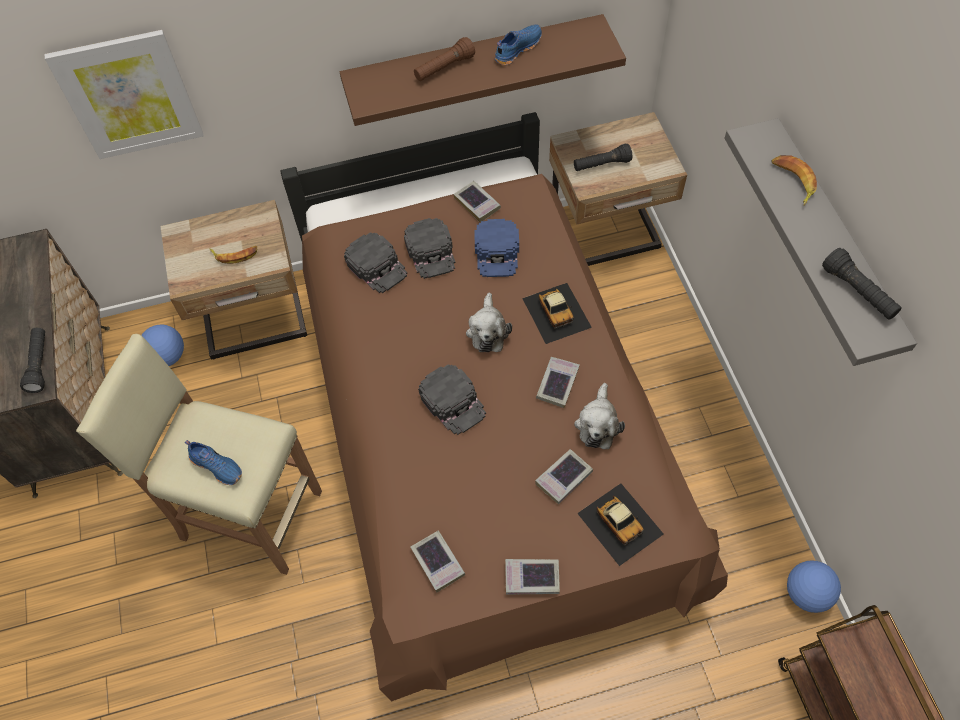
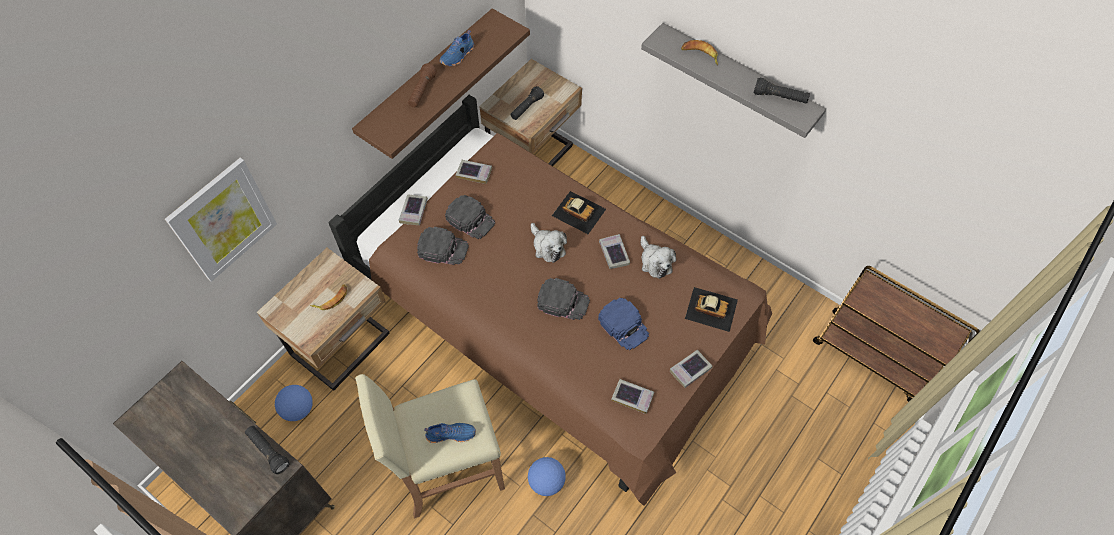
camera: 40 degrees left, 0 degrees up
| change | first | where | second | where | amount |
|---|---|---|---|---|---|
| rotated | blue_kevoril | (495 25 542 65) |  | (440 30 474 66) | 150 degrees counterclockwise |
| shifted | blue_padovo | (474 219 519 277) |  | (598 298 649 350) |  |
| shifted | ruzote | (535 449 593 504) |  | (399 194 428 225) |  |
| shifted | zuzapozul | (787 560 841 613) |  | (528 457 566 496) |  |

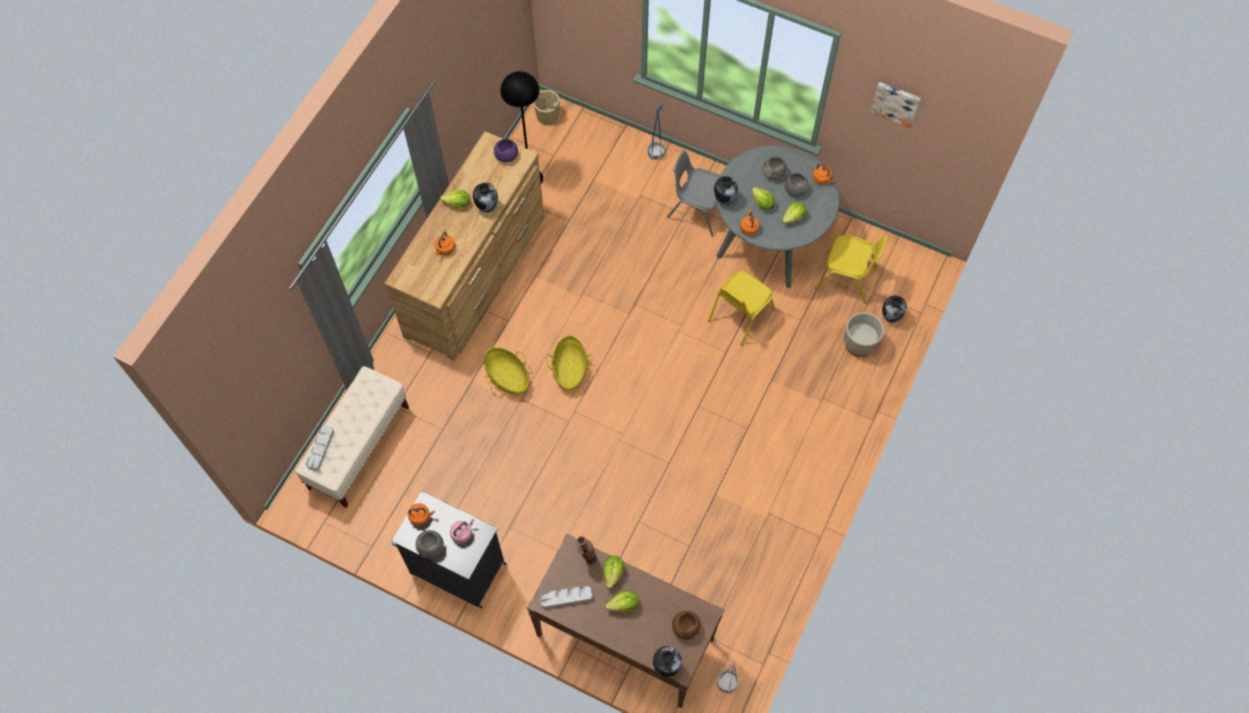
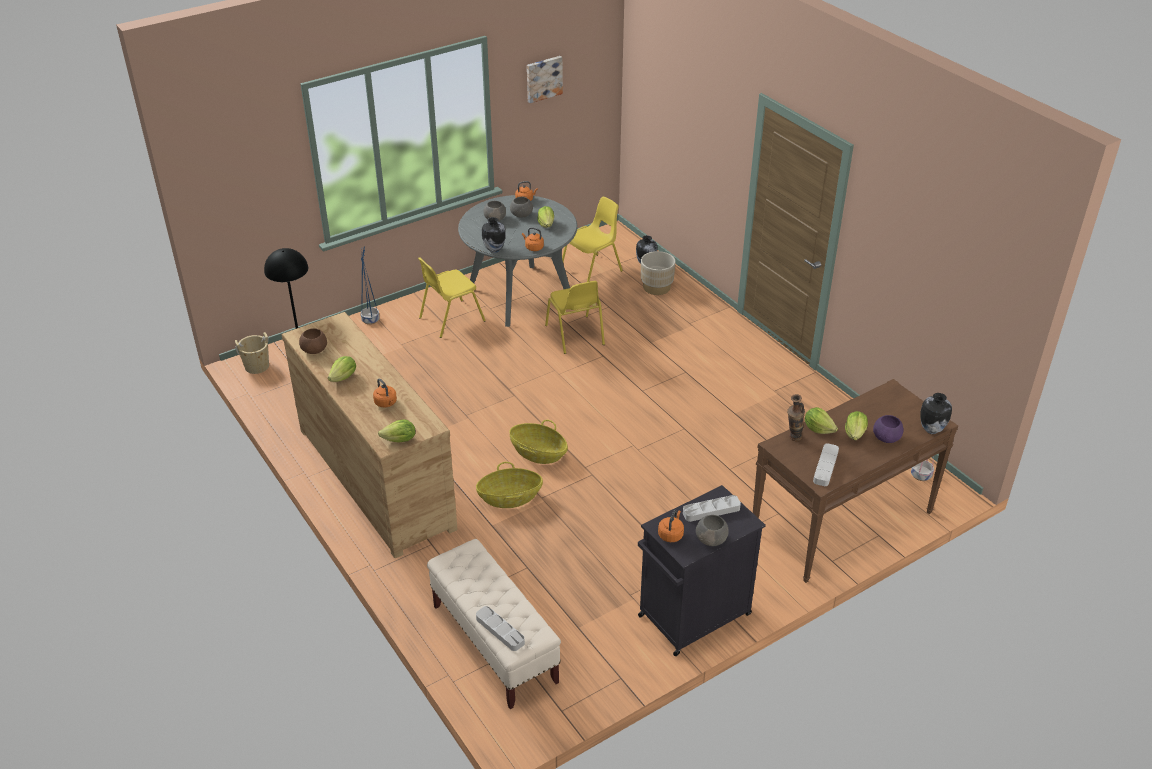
camera: 60 degrees left, 25 degrees down
| change | first | where | second | where | amount |
|---|---|---|---|---|---|
| shifted | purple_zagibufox | (494 139 518 162) |  | (873 415 904 443) |  |
| repainted | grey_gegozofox | (667 150 720 237) | yellow_gegozofox | (418 257 486 338) |  |
| gone | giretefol | (473 183 498 212) |  |  |  |
| shifted | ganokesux | (752 187 775 210) |  | (378 419 416 443) |  |
| swapped | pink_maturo | (450 519 474 544) | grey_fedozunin | (683 495 741 522) |  |
| shifted | brown_zagibufox | (672 611 701 640) |  | (299 328 327 354) |  |

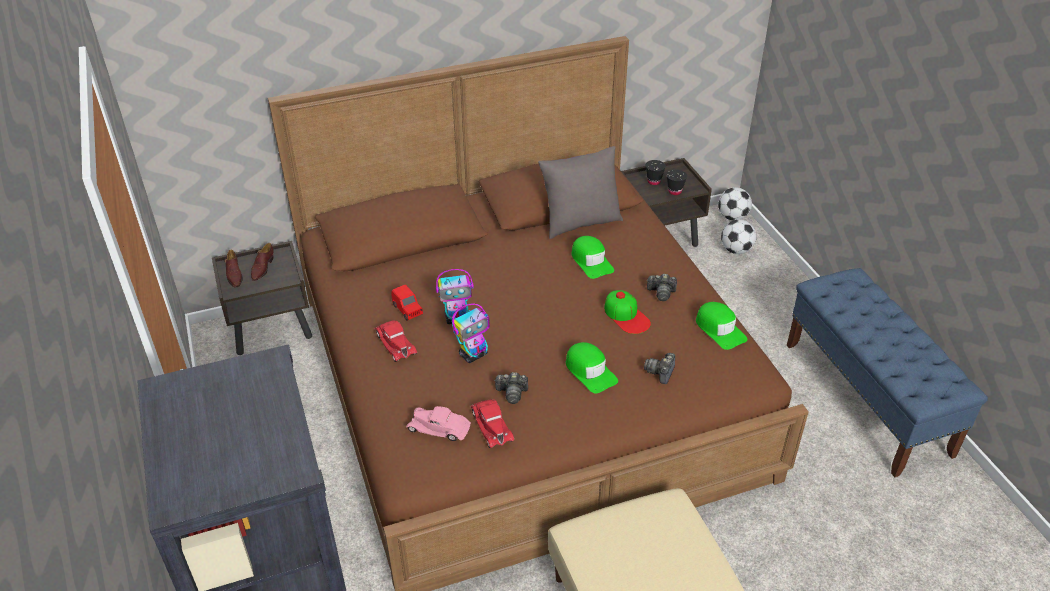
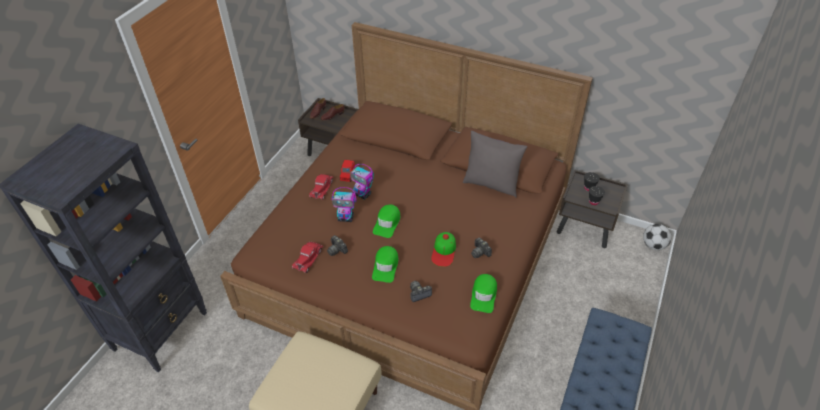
camera: 45 degrees right, 5 degrees up
| change | first | where | second | where | amount |
|---|---|---|---|---|---|
| gone | zuzapozul | (721 219 757 254) |  |  |  |
| shifted | green_padovo | (571 236 614 279) |  | (373 205 400 238) |  |
| gone | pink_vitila | (406 406 471 441) |  |  |  |

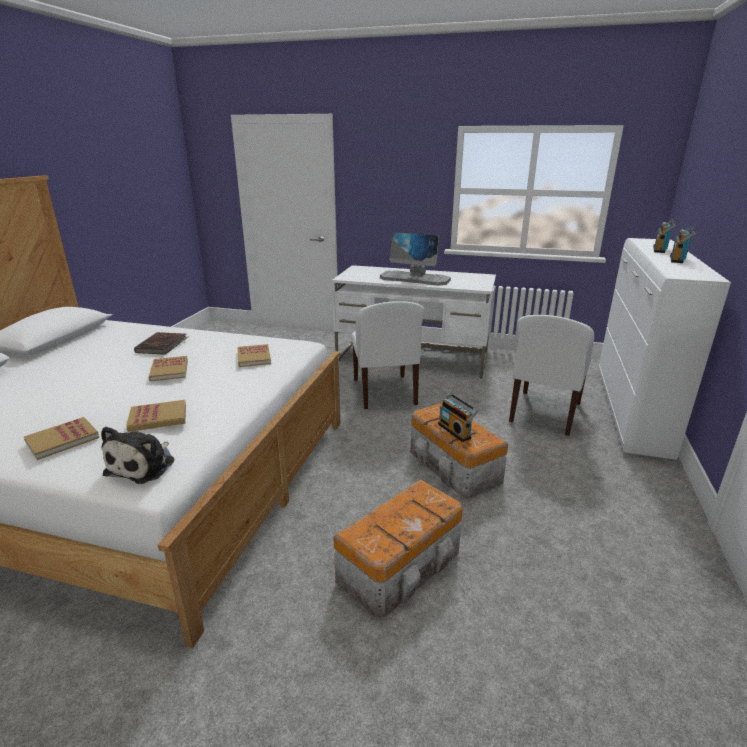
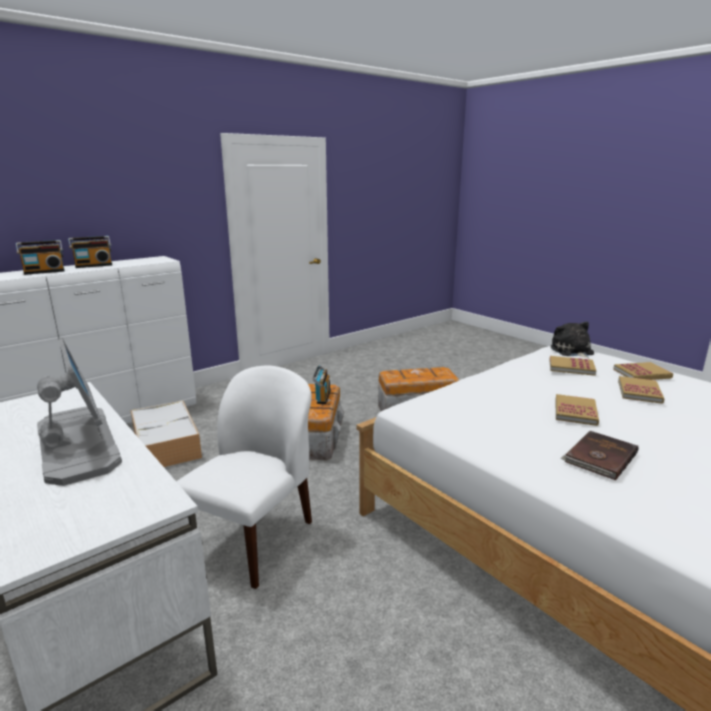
camera: 145 degrees left, 5 degrees down
| change | first | where | second | where | amount |
|---|---|---|---|---|---|
| swapped | white_gegozofox | (509 315 594 436) | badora | (131 400 202 467) |  |
| shifted | ruzote | (238 344 271 367) |  | (618 376 664 404) |  |
| rotated | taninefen | (101 426 174 484) |  | (551 321 594 359) | 60 degrees counterclockwise |

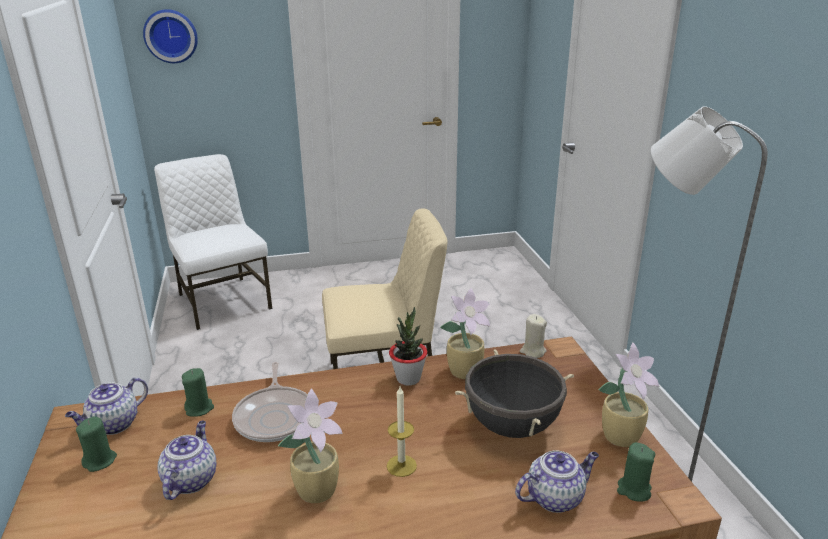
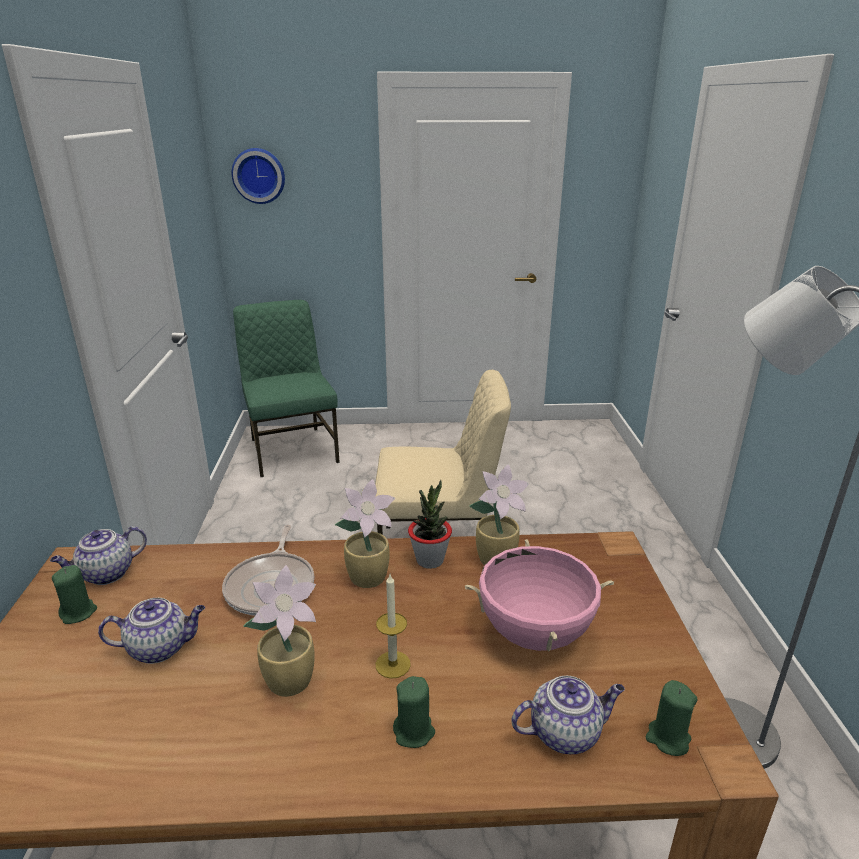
camera: 10 degrees right, 0 degrees up
| change | first | where | second | where | amount |
|---|---|---|---|---|---|
| repainted | white_gegozofox | (154 154 272 330) | green_gegozofox | (233 300 340 477) |  |
| gone | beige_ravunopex | (520 314 547 358) |  |  |  |
| shifted | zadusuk | (598 342 660 447) |  | (335 479 395 588) |  |
| repainted | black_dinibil | (455 349 574 438) | pink_dinibil | (465 539 614 652) |  |
| shifted | green_ravunopex | (182 368 214 417) |  | (393 676 435 748) |  |
| rotated | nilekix | (158 421 216 500) |  | (98 598 205 664) | 60 degrees clockwise |

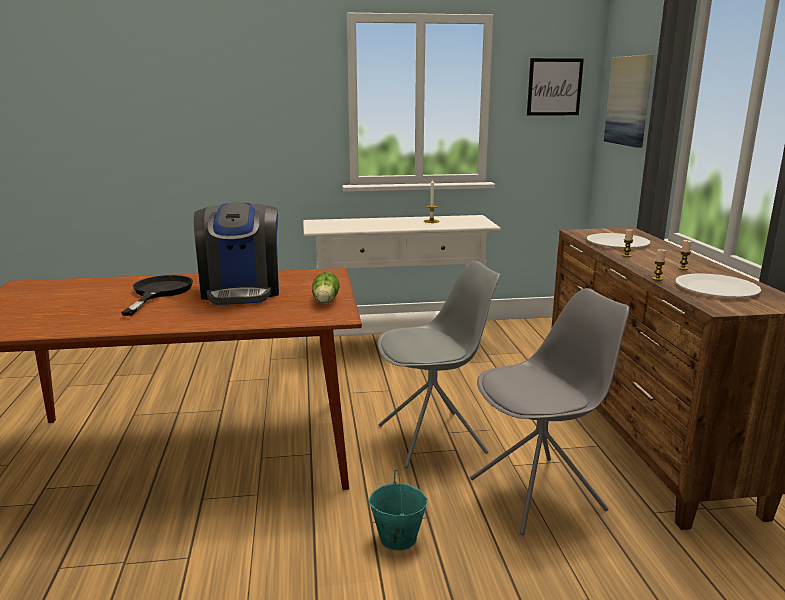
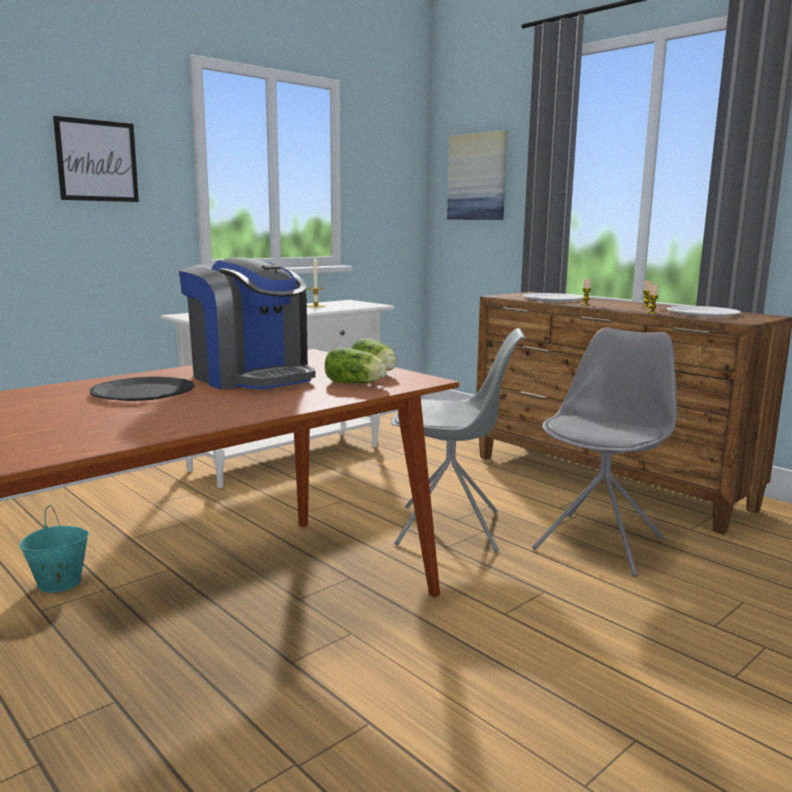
camera: 35 degrees left, 5 degrees down
| change | first | where | second | where | amount |
|---|---|---|---|---|---|
| shifted | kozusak | (527 58 584 116) |  | (53 116 139 202) |  |
| rotated | grey_gegozofox | (377 261 500 468) |  | (391 328 525 552) | 60 degrees clockwise |
| swapped | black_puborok | (121 275 193 316) | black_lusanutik | (90 377 195 401) |  |
| shifted | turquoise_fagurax | (368 470 428 550) |  | (19 505 89 593) |  |
| new |  |  | ganokesux | (325 347 387 383) |  |

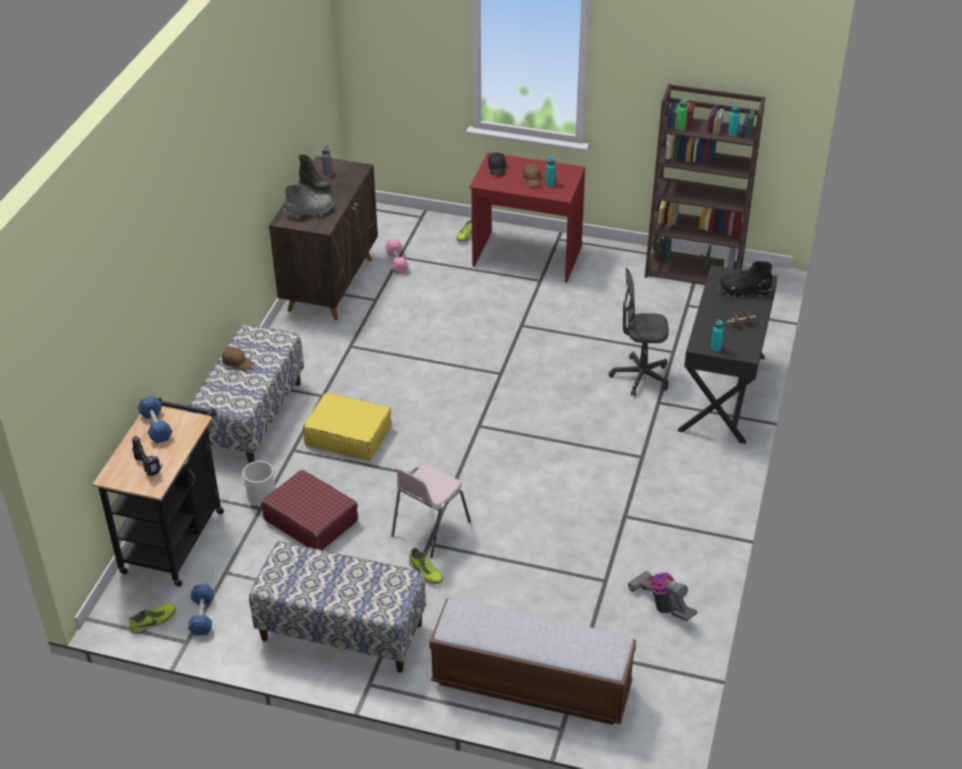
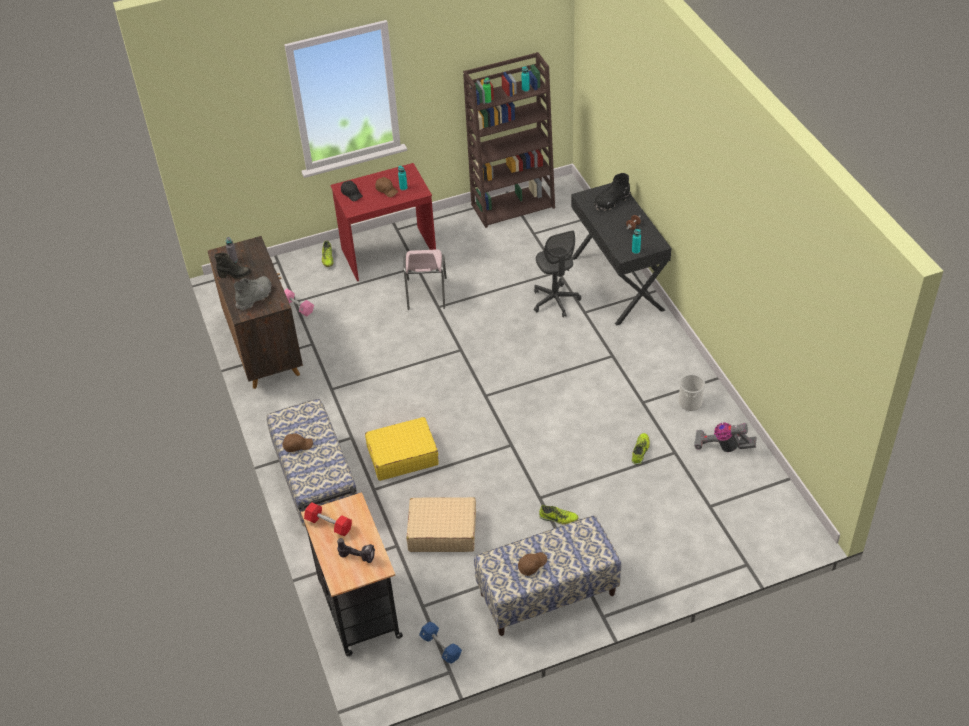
camera: 35 degrees left, 5 degrees up
| change | first | where | second | where | amount |
|---|---|---|---|---|---|
| rotated | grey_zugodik | (609 268 669 396) |  | (534 230 581 318) | 75 degrees counterclockwise |
| repainted | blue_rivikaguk | (138 396 172 443) | red_rivikaguk | (304 502 352 536) |  |
| shifted | fagurax | (242 461 275 507) |  | (679 374 705 411) |  |
| shifted | pink_gegozofox | (391 464 471 558) |  | (403 249 447 310) |  |
| repainted | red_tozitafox | (261 470 358 550) | beige_tozitafox | (406 497 476 552) |  |
| gone | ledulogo | (429 598 636 725) |  |  |  |
| shifted | kevoril | (129 604 176 634) |  | (632 433 650 465) |  |
| new |  |  | brown_padovo | (518 552 547 576) |  |

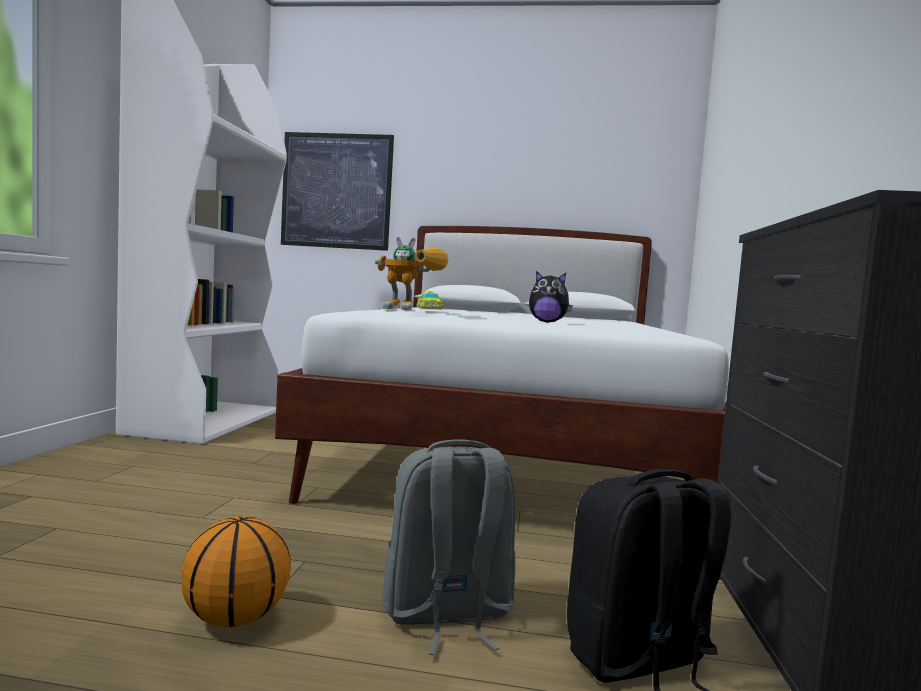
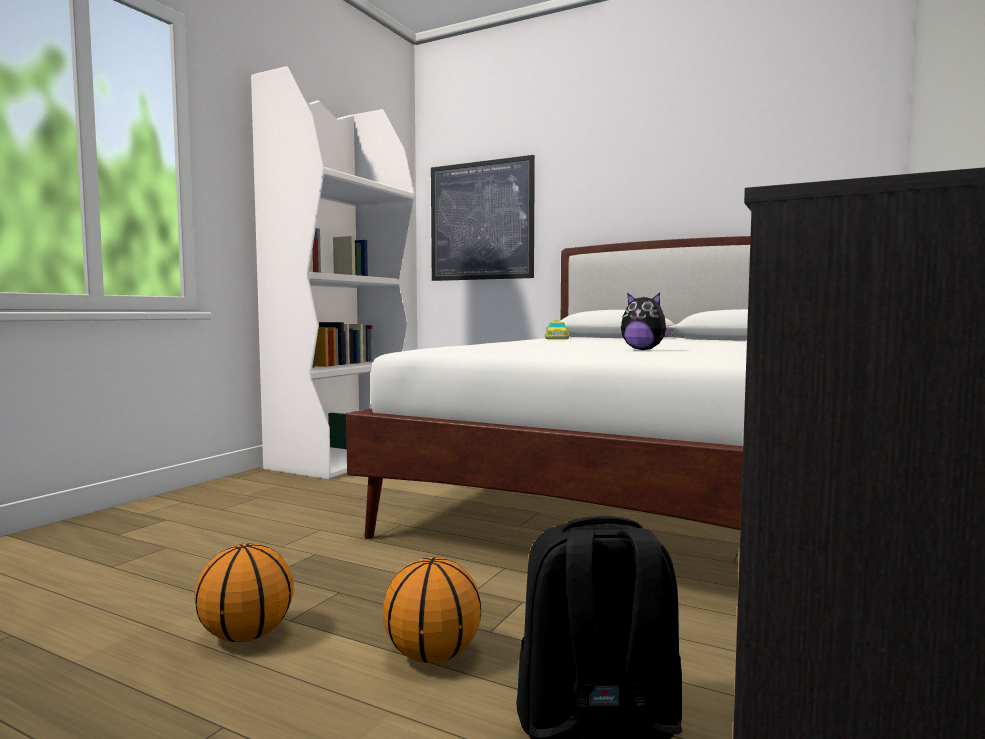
camera: 20 degrees right, 0 degrees up
| change | first | where | second | where | amount |
|---|---|---|---|---|---|
| gone | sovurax | (375 236 448 310) |  |  |  |
| swapped | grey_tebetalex | (382 439 516 655) | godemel | (383 557 481 663) |  |

